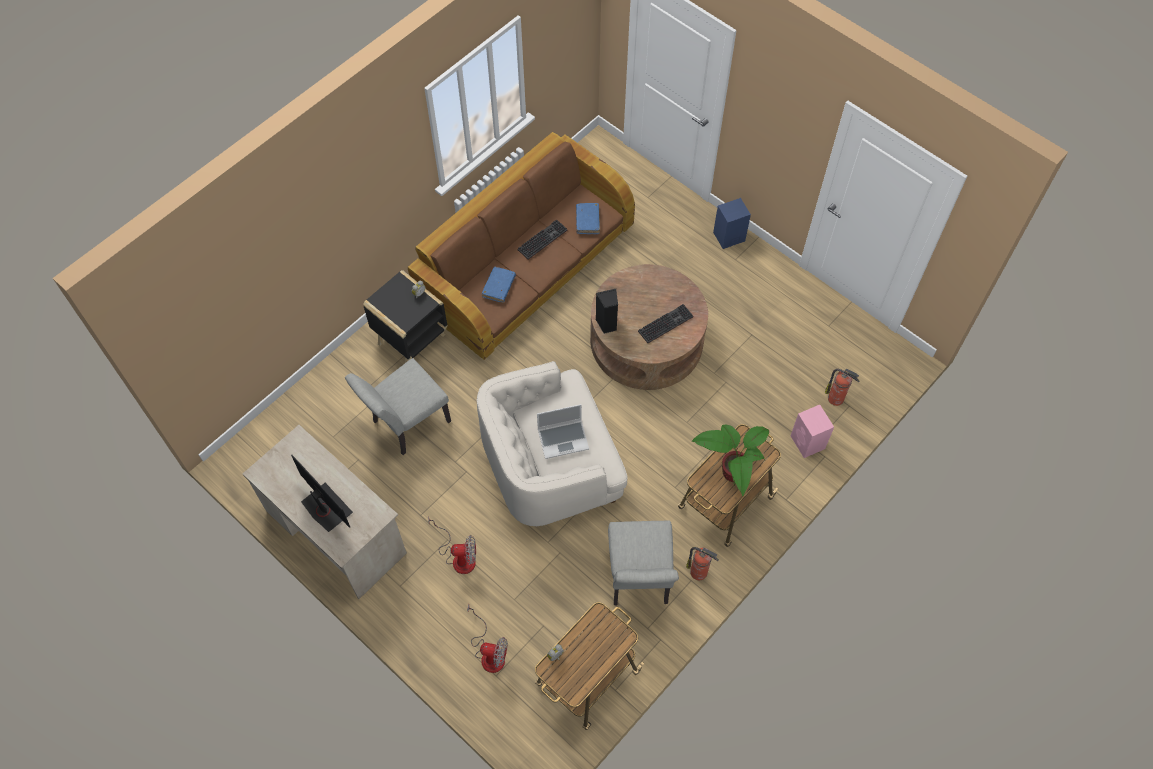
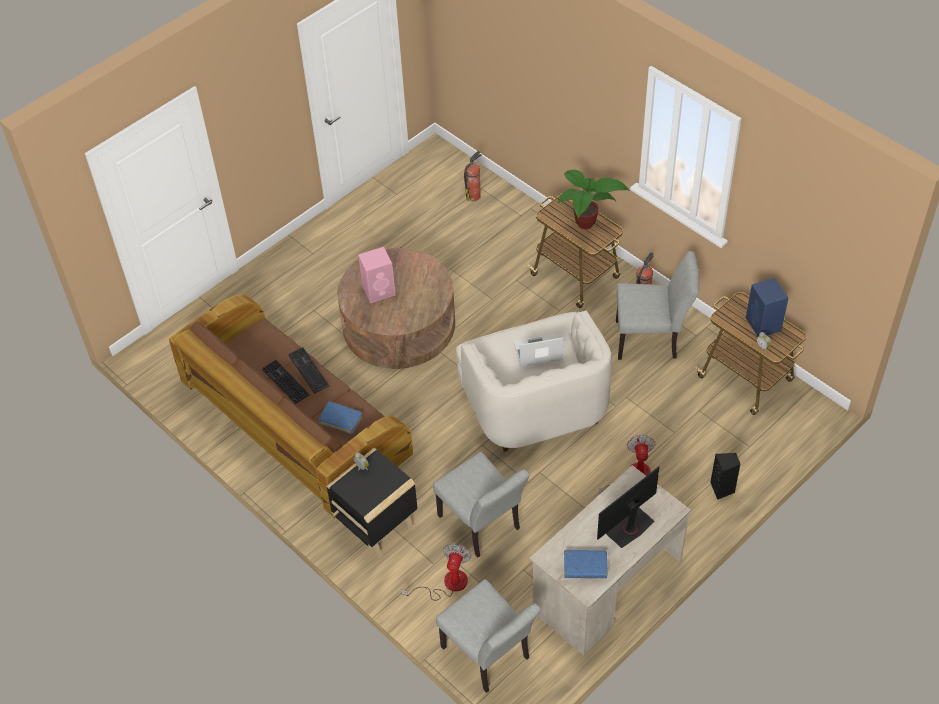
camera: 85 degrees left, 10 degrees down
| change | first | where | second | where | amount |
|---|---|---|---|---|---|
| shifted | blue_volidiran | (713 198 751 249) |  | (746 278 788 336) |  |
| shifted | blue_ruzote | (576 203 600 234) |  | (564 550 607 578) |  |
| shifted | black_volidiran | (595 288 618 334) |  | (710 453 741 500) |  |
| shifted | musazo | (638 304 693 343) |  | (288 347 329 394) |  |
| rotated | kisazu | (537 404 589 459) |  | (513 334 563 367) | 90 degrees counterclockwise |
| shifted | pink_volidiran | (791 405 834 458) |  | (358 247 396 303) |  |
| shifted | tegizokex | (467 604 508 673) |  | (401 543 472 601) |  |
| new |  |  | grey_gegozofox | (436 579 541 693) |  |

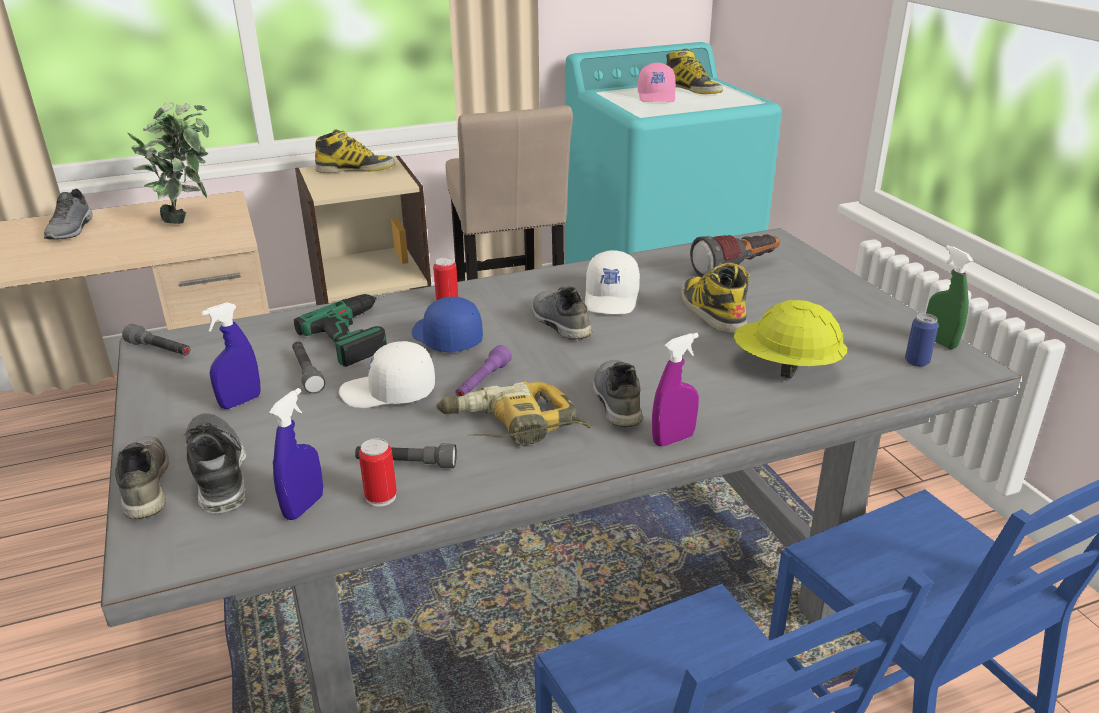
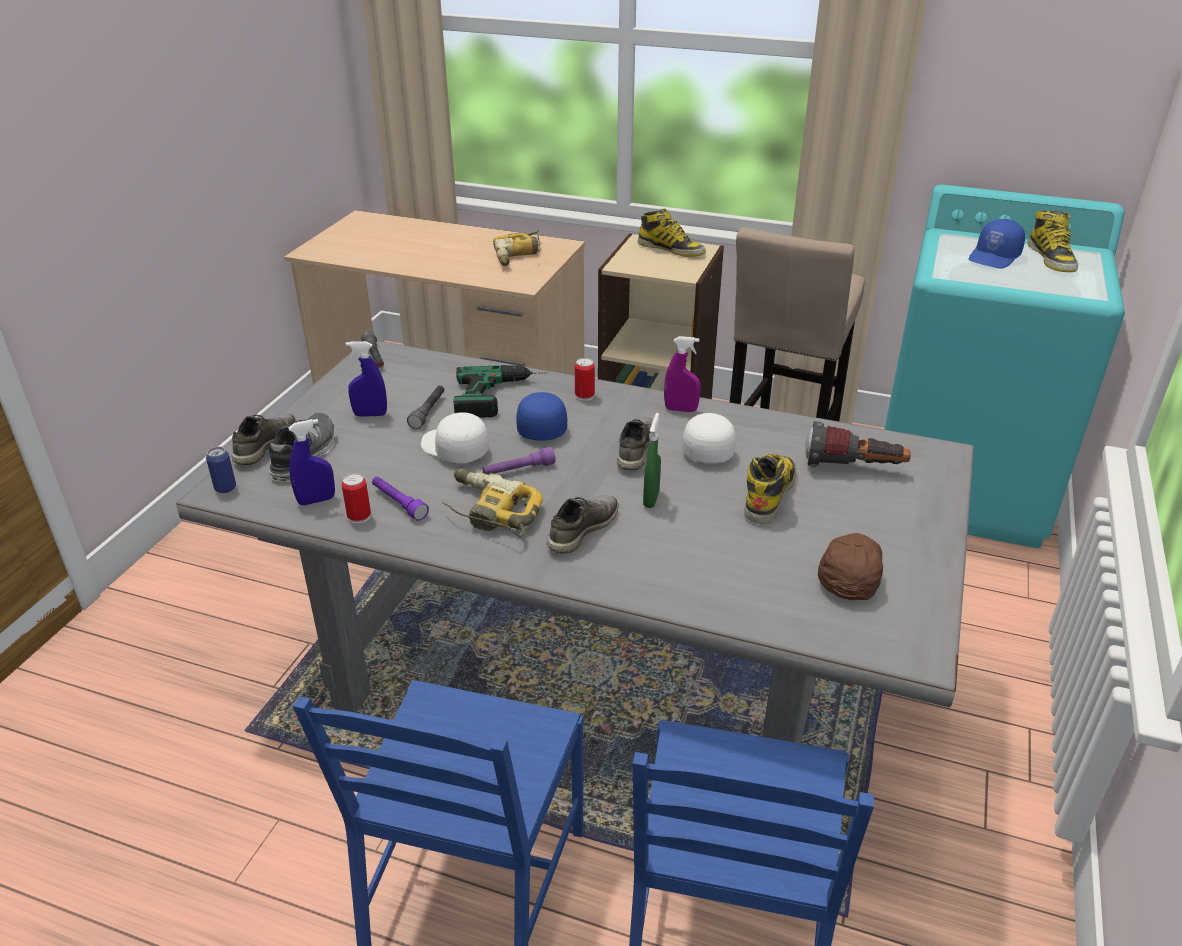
camera: 40 degrees right, 5 degrees up
| change | first | where | second | where | amount |
|---|---|---|---|---|---|
| repainted | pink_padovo | (638 62 676 102) | blue_padovo | (968 219 1025 269) |  |
| swapped | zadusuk | (128 102 209 224) | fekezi | (493 230 540 266) |  |
| gone | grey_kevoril | (44 189 93 239) |  |  |  |
| shifted | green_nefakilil | (926 245 973 349) |  | (643 413 661 508) |  |
| rotated | white_padovo | (585 250 640 314) |  | (682 413 736 463) | 135 degrees clockwise |
| gone | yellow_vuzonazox | (734 300 847 379) |  |  |  |
| shifted | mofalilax | (905 313 939 367) |  | (206 447 236 493) |  |
| shifted | purple_nefakilil | (652 333 699 446) |  | (664 336 701 412) |  |
| repainted | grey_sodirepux | (355 443 457 468) | purple_sodirepux | (372 477 429 521) |  |
| new |  |  | brown_padovo | (818 533 883 600) |  |

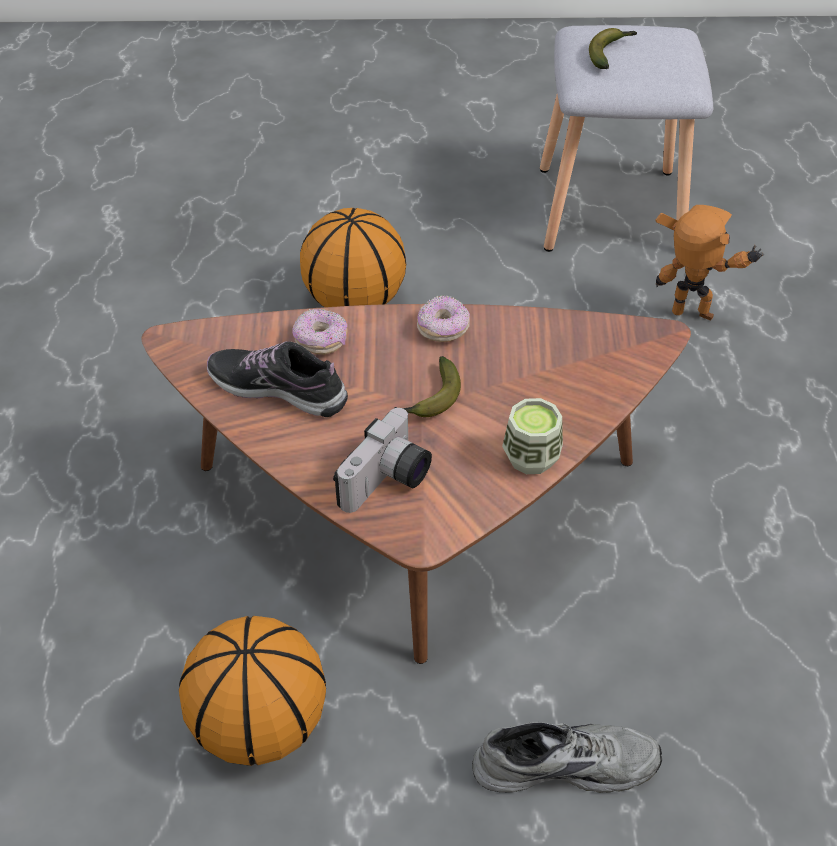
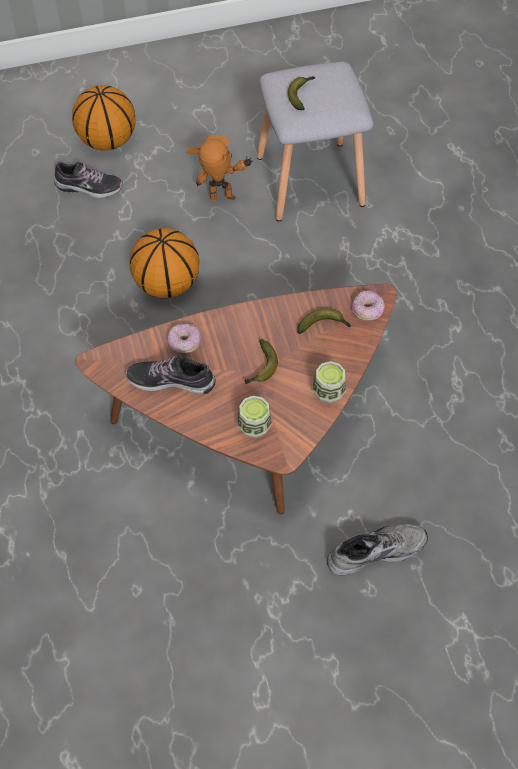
camera: 15 degrees left, 10 degrees up
| change | first | where | second | where | amount |
|---|---|---|---|---|---|
| shifted | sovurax | (655 205 765 321) |  | (186 135 254 201) |  |
| shifted | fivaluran | (417 295 470 342) |  | (352 291 385 321) |  |
| swapped | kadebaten | (333 408 432 513) | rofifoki | (237 396 272 438) |  |
| shifted | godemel | (179 616 326 766) |  | (72 85 135 151) |  |
| new |  |  | kevoril | (54 161 123 198) |  |
| new |  |  | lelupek | (297 308 351 334) |  |

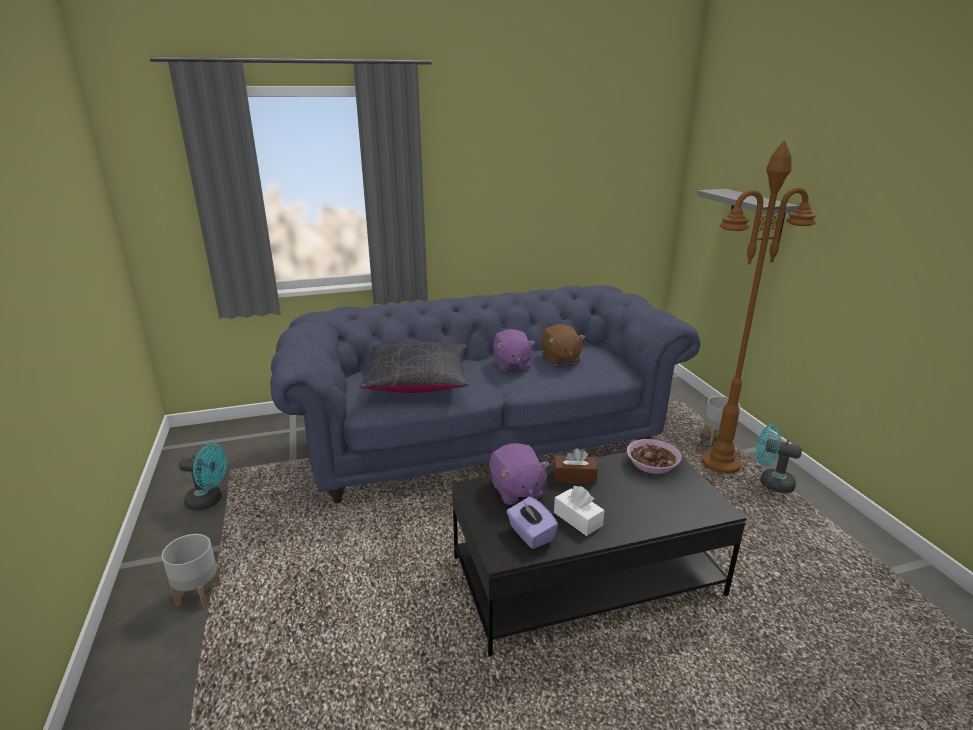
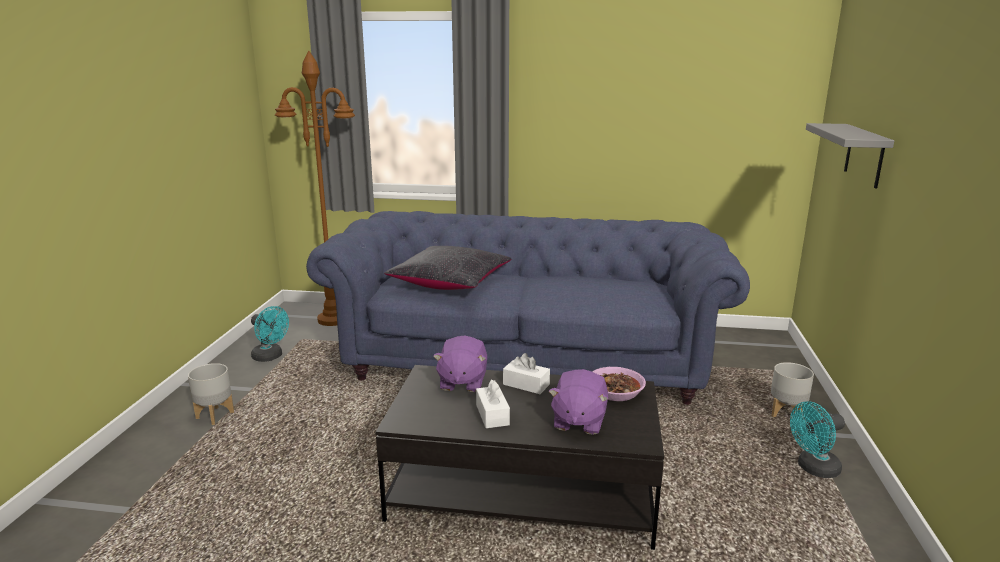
camera: 25 degrees right, 5 degrees down
| change | first | where | second | where | amount |
|---|---|---|---|---|---|
| shifted | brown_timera | (702 140 816 474) |  | (275 51 355 326) |  |
| gone | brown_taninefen | (541 324 586 366) |  |  |  |
| shifted | purple_taninefen | (493 329 535 371) |  | (548 369 608 435) |  |
| rotated | turquoise_tegizokex | (756 424 802 493) |  | (790 401 845 478) | 75 degrees counterclockwise |
| repainted | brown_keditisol | (554 448 598 484) | white_keditisol | (503 353 550 394) |  |
| gone | purple_keditisol | (507 496 558 549) |  |  |  |

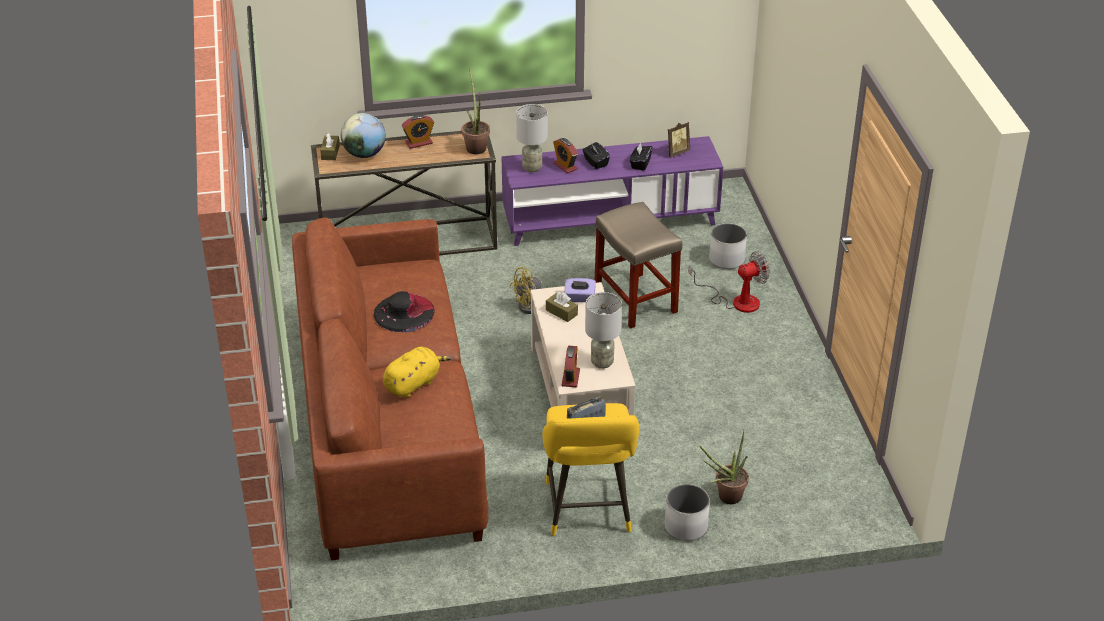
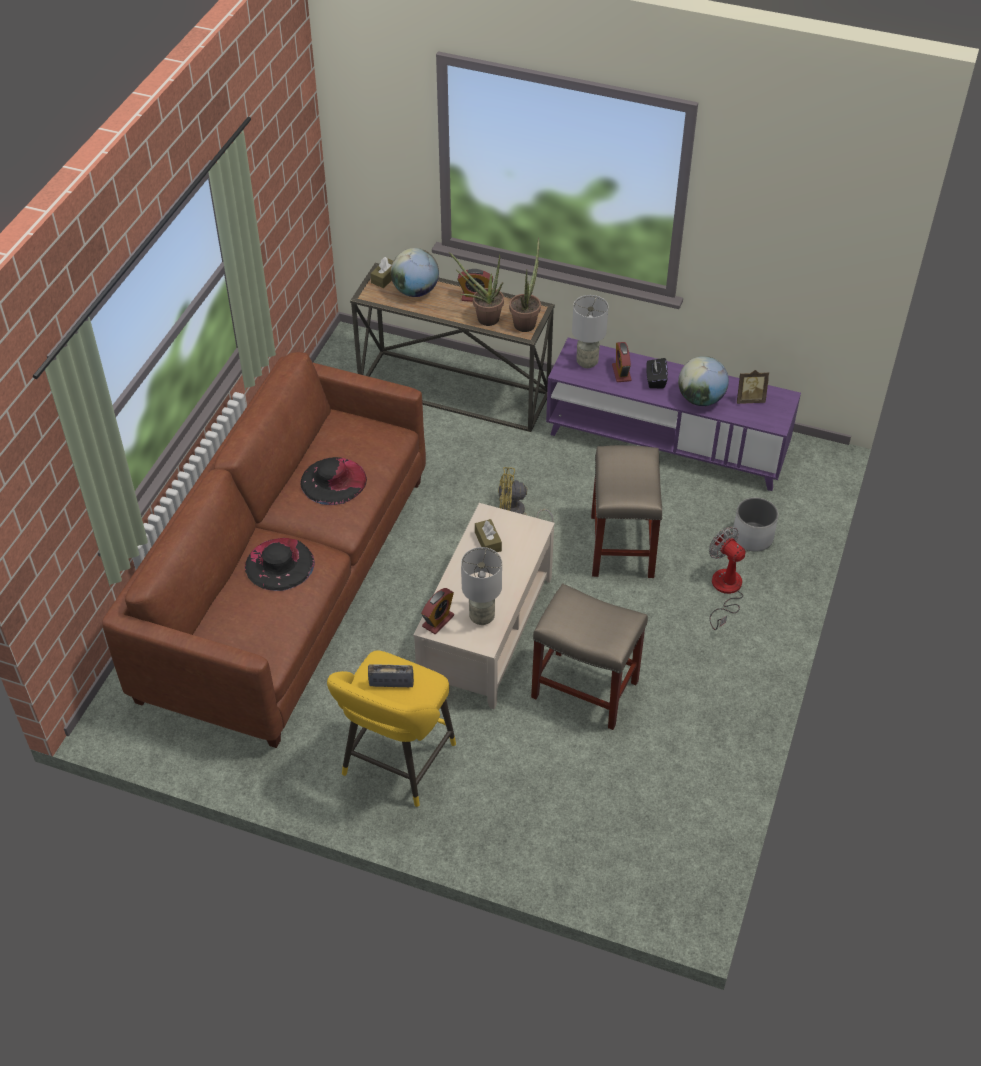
camera: 30 degrees right, 10 degrees up
| change | first | where | second | where | amount |
|---|---|---|---|---|---|
| swapped | black_keditisol | (630 143 653 171) | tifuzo | (678 356 729 406) |  |
| rotated | tegizokex | (688 251 770 313) |  | (709 527 746 630) | 135 degrees counterclockwise |
| gone | purple_keditisol | (565 278 596 302) |  |  |  |
| swapped | yellow_taninefen | (383 347 451 397) | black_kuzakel | (245 538 315 591) |  |
| shifted | zadusuk | (700 429 749 504) |  | (449 252 504 326) |  |
| gone | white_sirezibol | (664 484 710 541) |  |  |  |
| new |  |  | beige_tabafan | (531 584 648 730) |  |

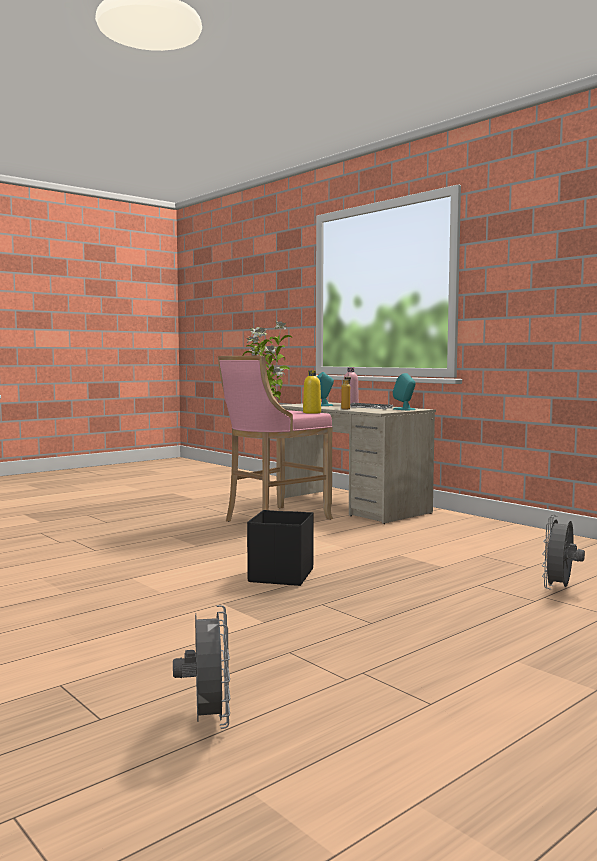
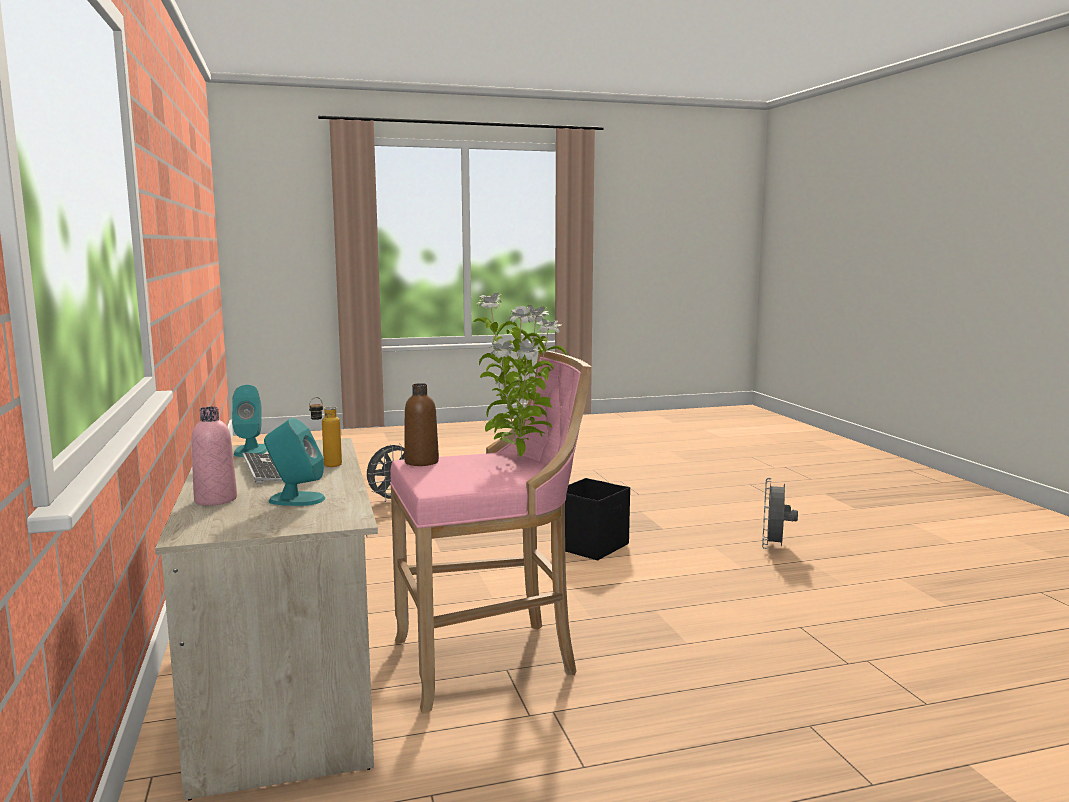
camera: 155 degrees left, 5 degrees up
| change | first | where | second | where | amount |
|---|---|---|---|---|---|
| repainted | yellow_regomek | (303 370 321 414) | brown_regomek | (404 383 439 466) |  |
| shifted | grey_tegizokex | (173 605 231 729) |  | (762 478 798 549) |  |

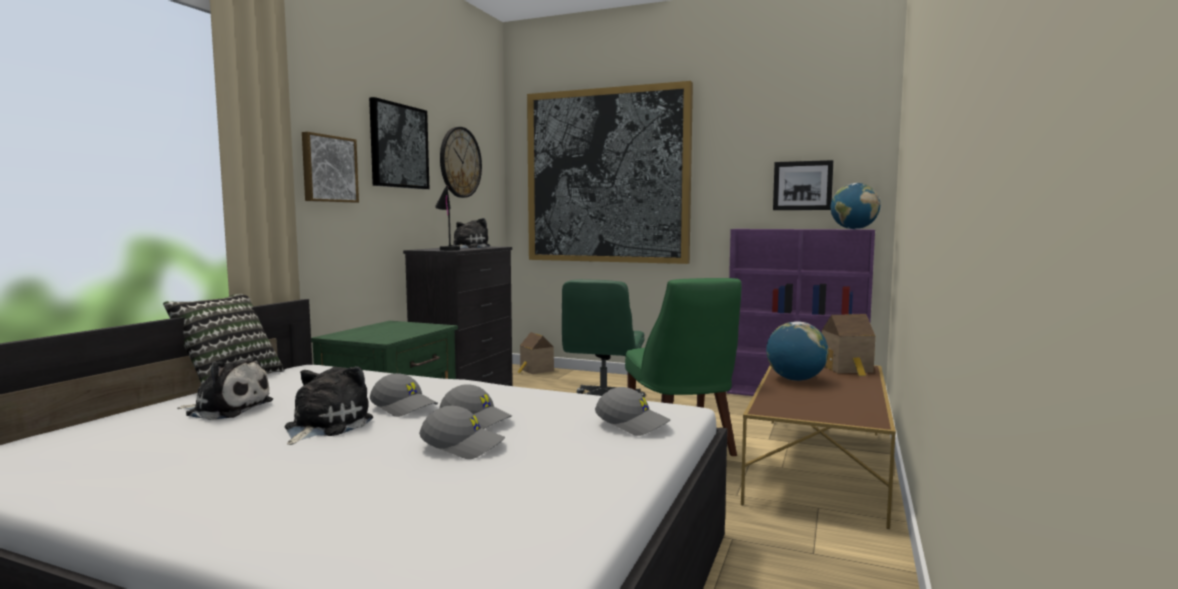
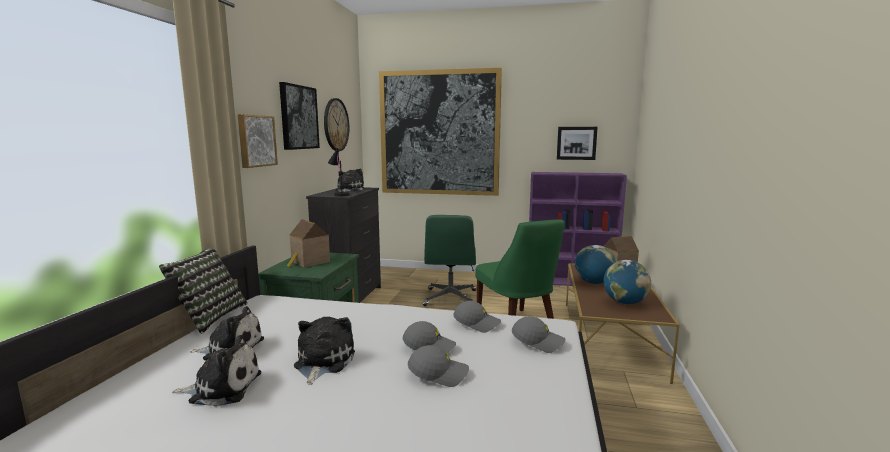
camera: 10 degrees left, 5 degrees up
| change | first | where | second | where | amount |
|---|---|---|---|---|---|
| shifted | tifuzo | (831 183 880 229) |  | (604 260 651 304) |  |
| shifted | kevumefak | (517 332 554 374) |  | (287 219 330 267) |  |
| shifted | grey_padovo | (370 373 438 417) |  | (453 301 501 333) |  |
| new |  |  | taninefen | (172 335 261 407) |  |

